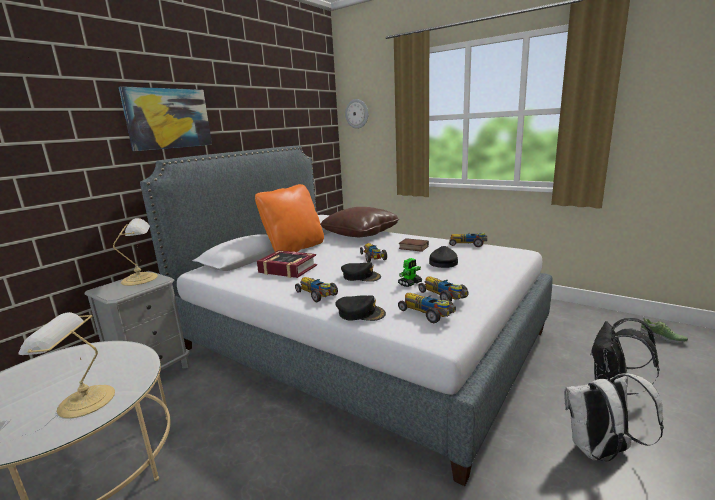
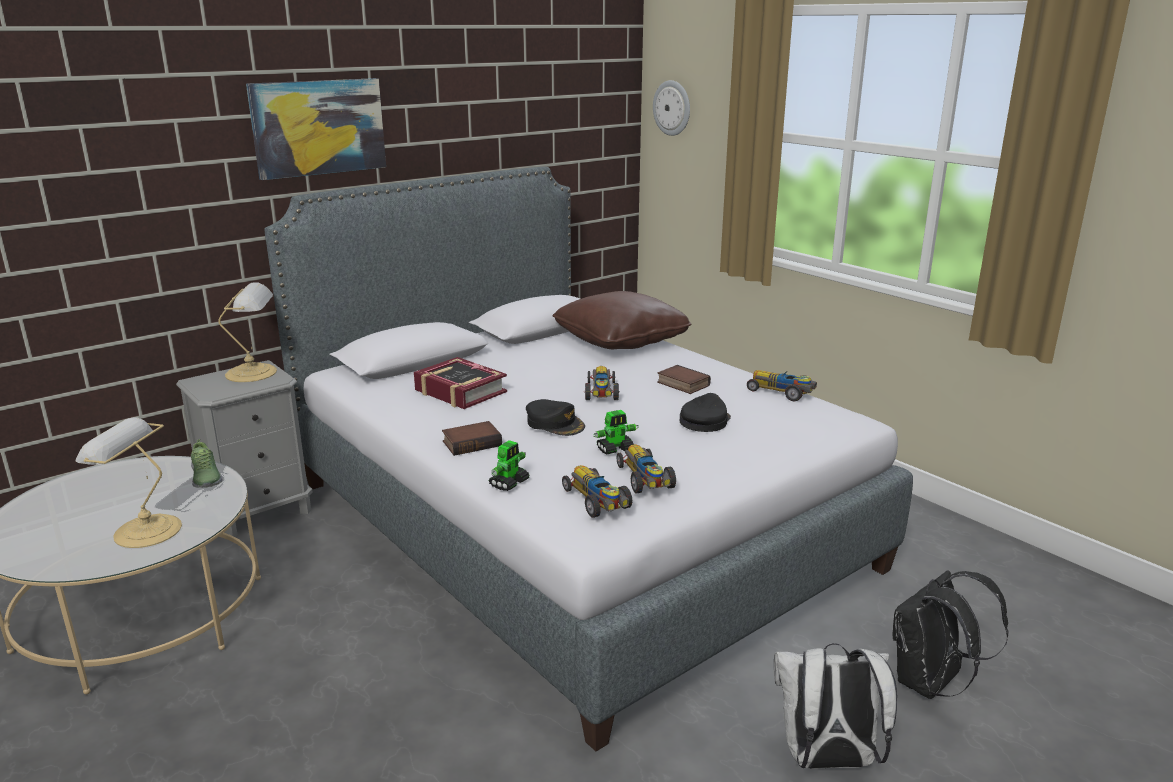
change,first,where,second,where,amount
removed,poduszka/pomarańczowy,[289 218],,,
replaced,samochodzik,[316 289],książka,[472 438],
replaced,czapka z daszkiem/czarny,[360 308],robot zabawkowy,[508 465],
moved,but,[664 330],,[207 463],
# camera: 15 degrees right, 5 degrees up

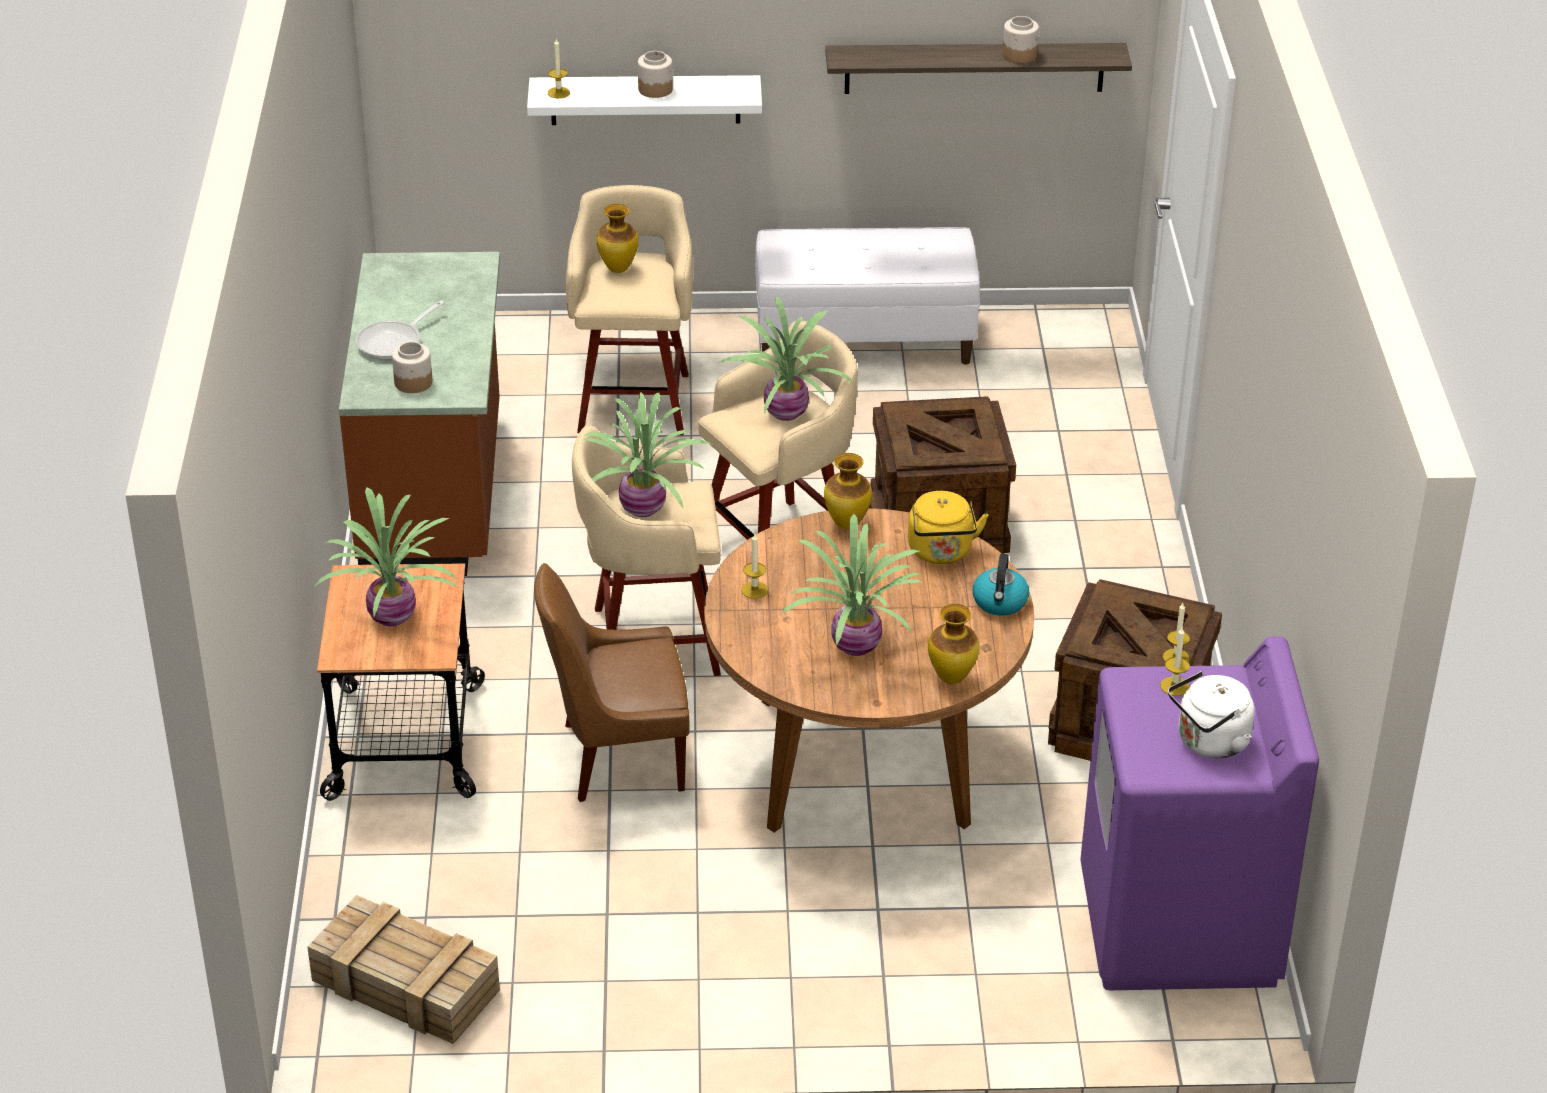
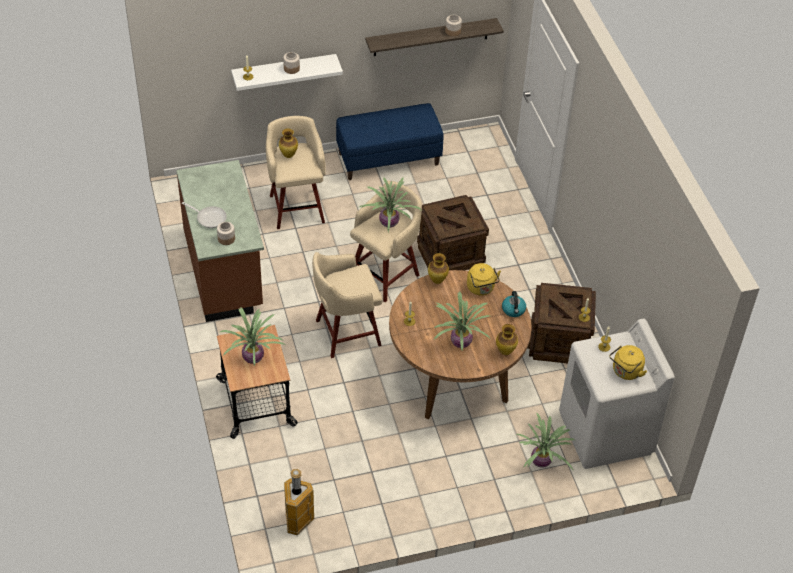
change,first,where,second,where,amount
recoloured,ławka/biały,[867 295],ławka/niebieski,[390 141],
turned,patelnia,[400 330],,[204 215],90 degrees counterclockwise
moved,roślina doniczkowa,[647 454],,[545 441],
removed,krzesło/brązowy,[612 682],,,
recoloured,pralka/fioletowy,[1199 813],pralka/biały,[617 394],
recoloured,czajnik/biały,[1211 714],czajnik/żółty,[628 362],
replaced,skrzynka,[403 969],kosz na śmieci,[299 502],
# camera: 15 degrees left, 10 degrees up

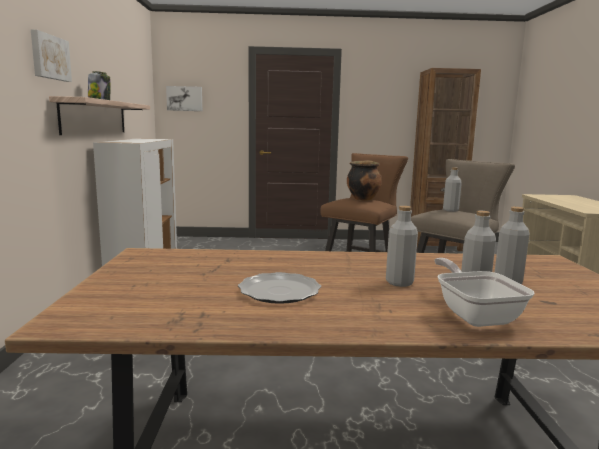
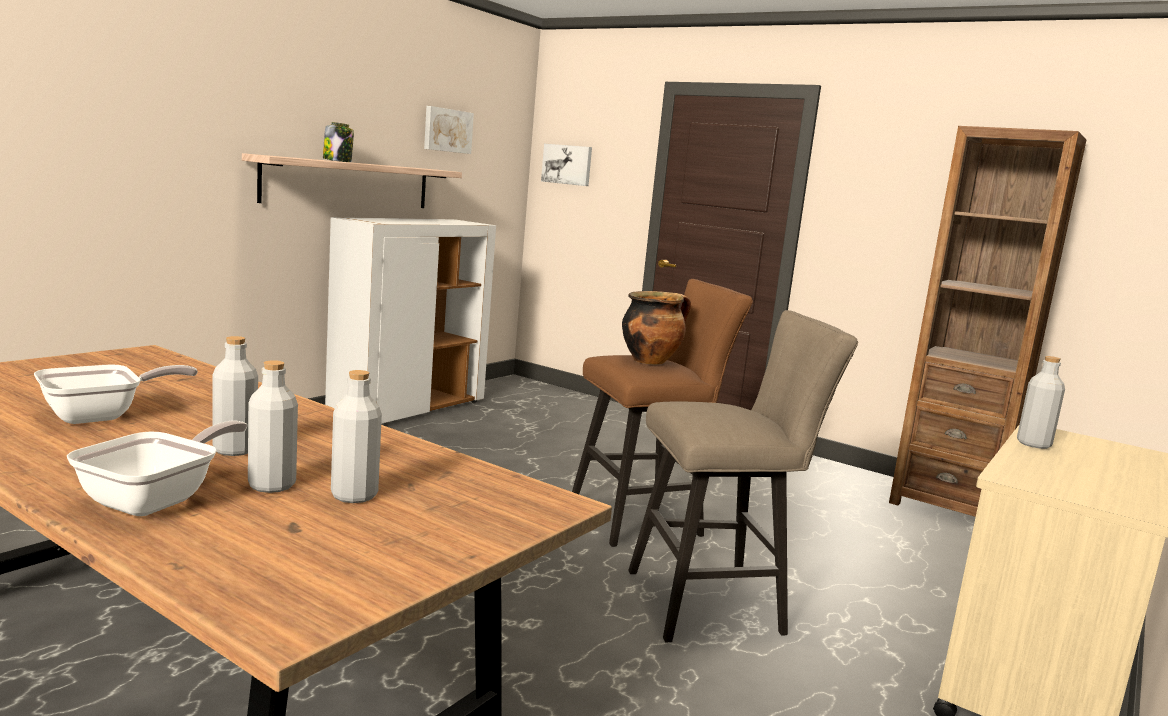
change,first,where,second,where,amount
moved,obraz,[51 56],,[449 130],
moved,butelka/szary,[452 189],,[1041 402],
replaced,talerz,[279 288],patelnia,[116 394],
# camera: 35 degrees right, 0 degrees up

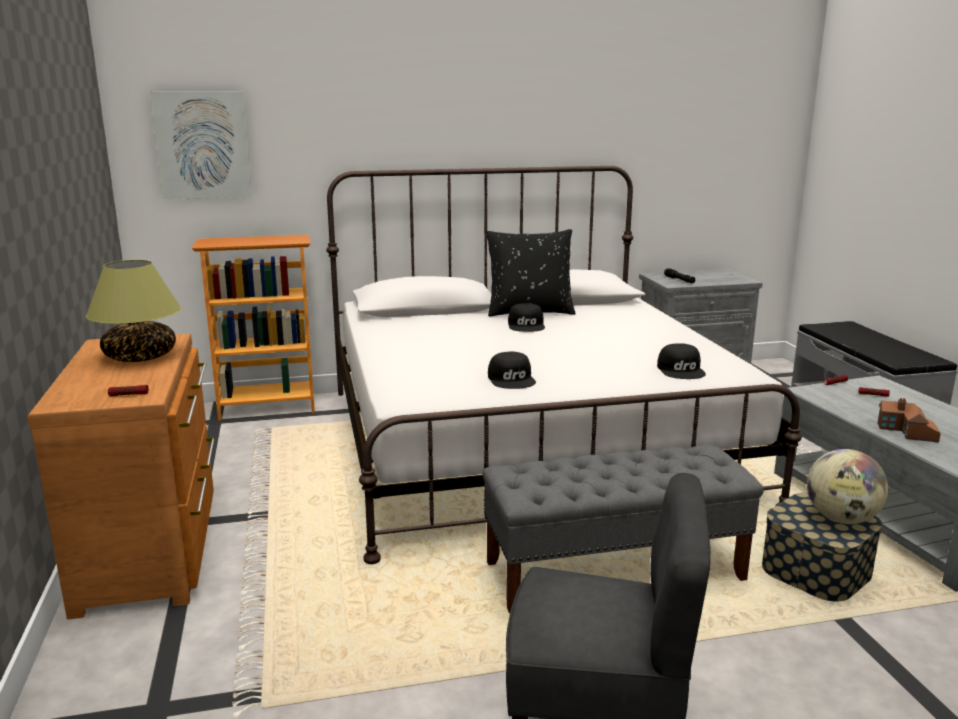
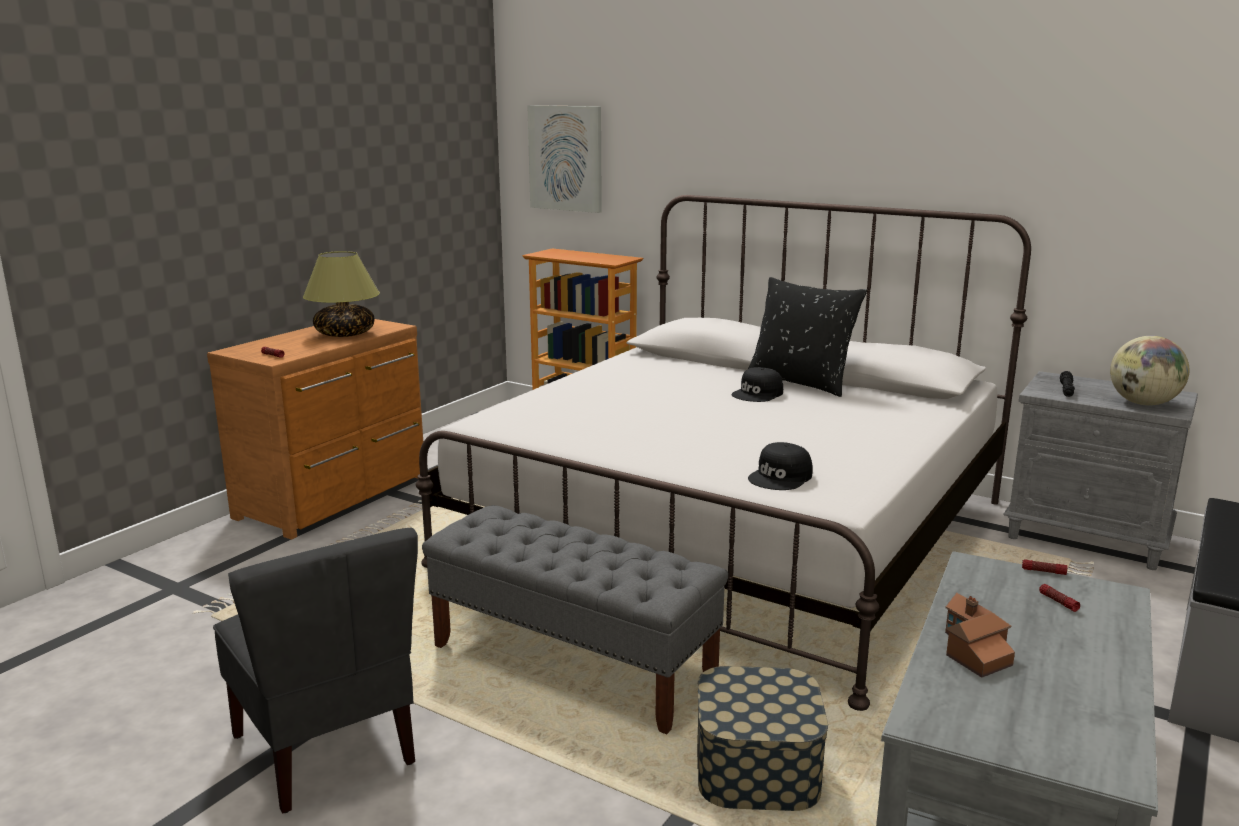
change,first,where,second,where,amount
removed,czapka z daszkiem/czarny,[512 370],,,
moved,globus,[847 486],,[1149 371],
# camera: 45 degrees right, 0 degrees up

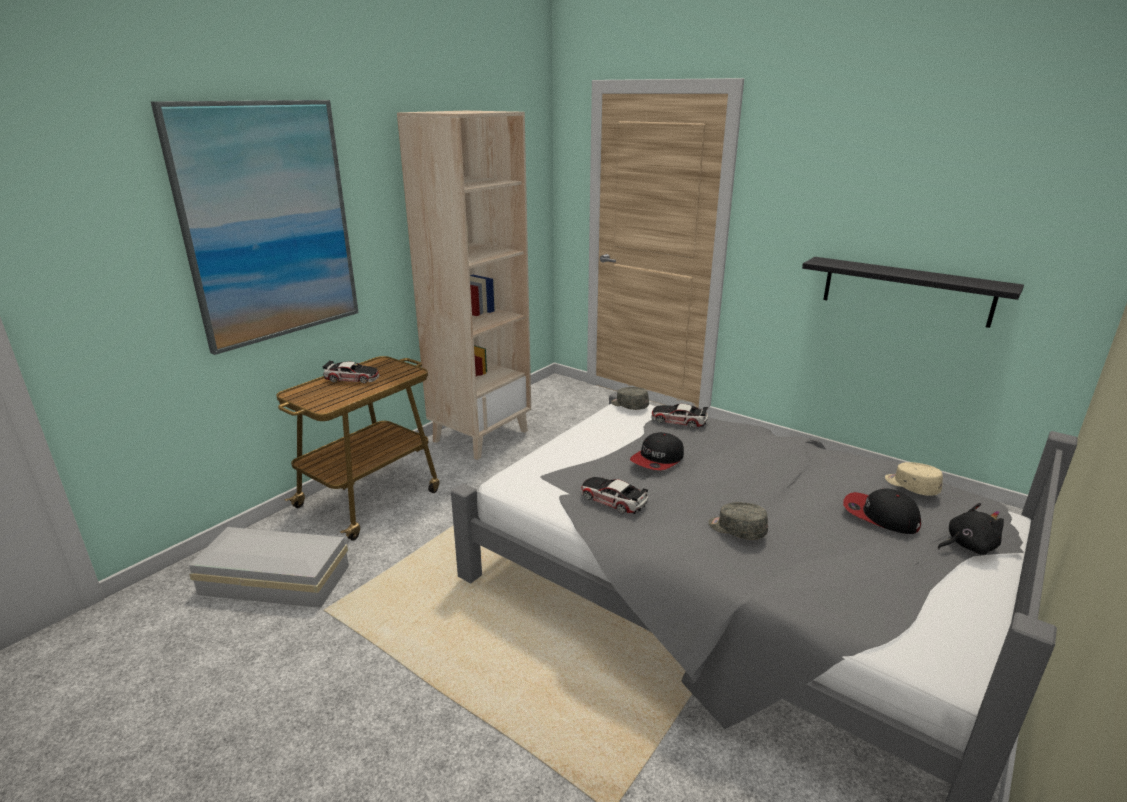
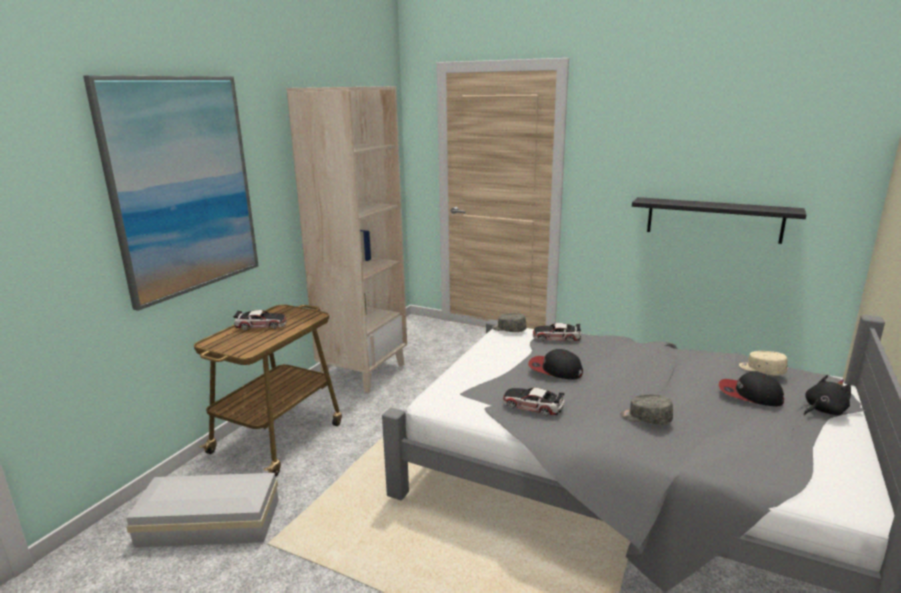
change,first,where,second,where,amount
turned,czapka z daszkiem,[657 451],,[555 364],90 degrees clockwise
# camera: 10 degrees left, 5 degrees down

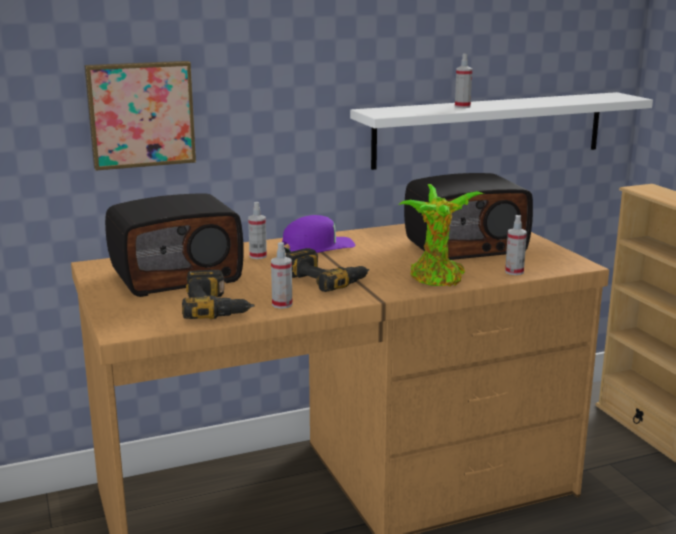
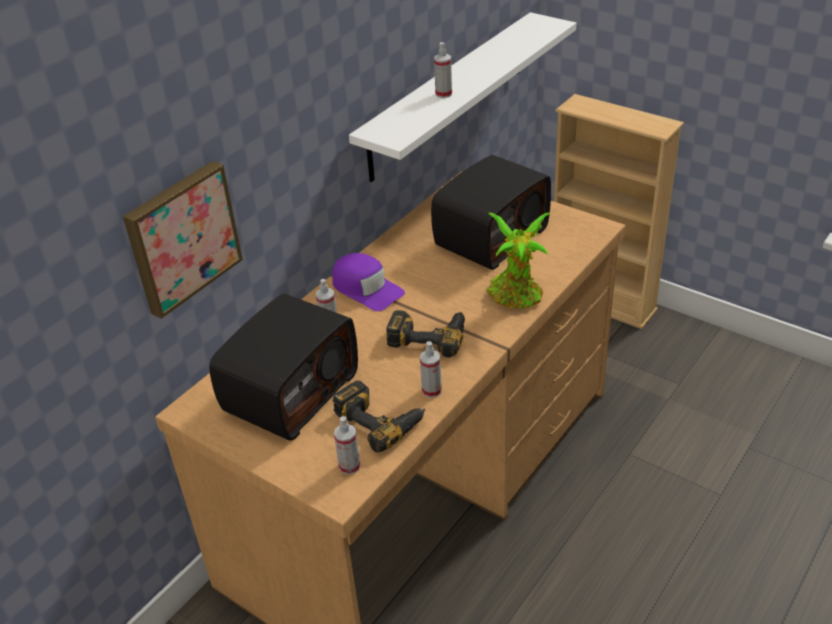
change,first,where,second,where,amount
turned,czapka z daszkiem/fioletowy,[318 234],,[368 282],105 degrees clockwise
moved,spryskiwacz,[516 245],,[347 445],
# camera: 30 degrees left, 20 degrees up

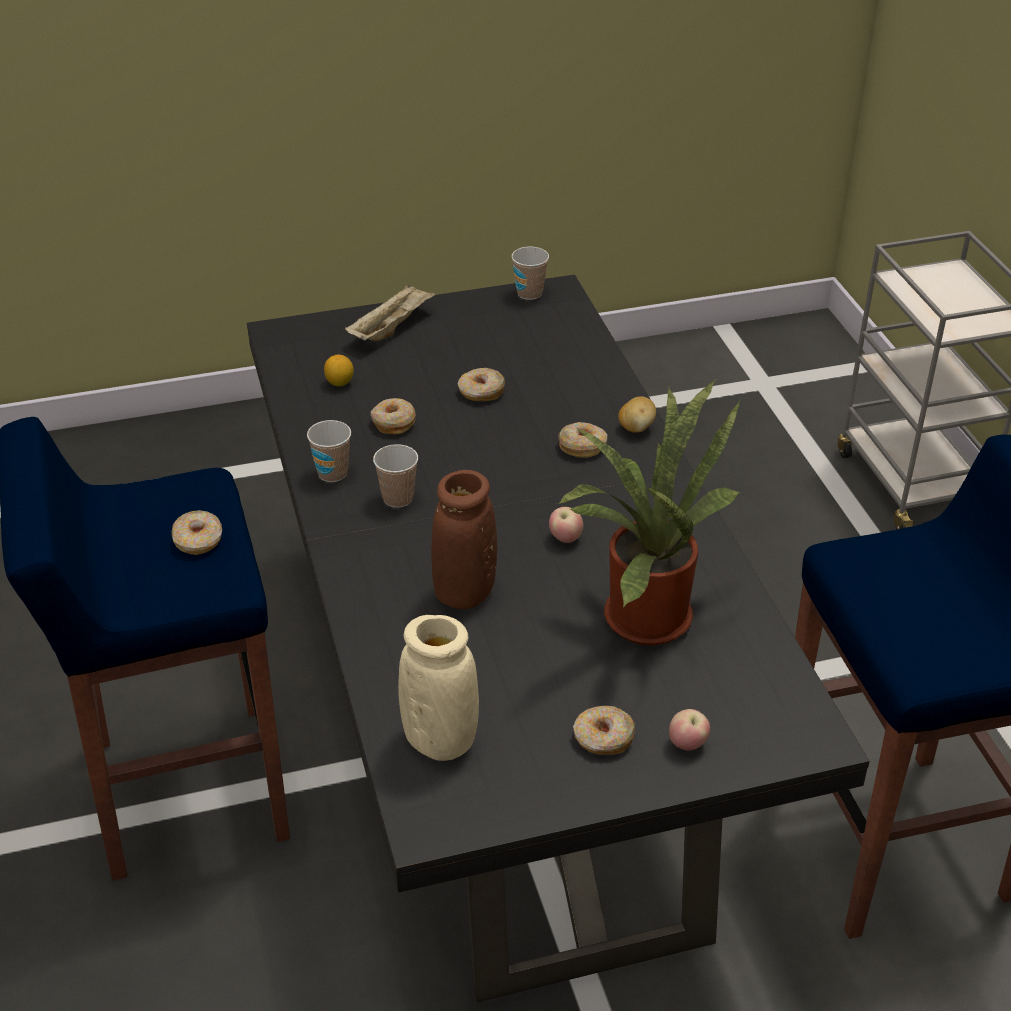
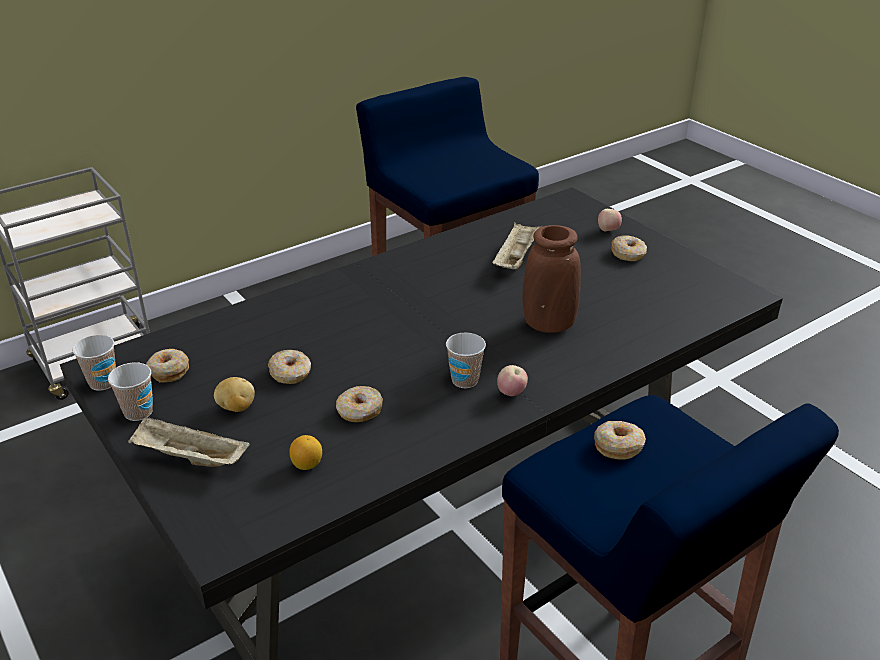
change,first,where,second,where,amount
replaced,roślina doniczkowa,[649 512],taca/beżowy,[516 246],
moved,ziemniak,[637 414],,[234 394],
moved,filiżanka,[329 451],,[130 391],
moved,donut,[583 440],,[167 365],
moved,jabłko,[566 525],,[512 380],
removed,wazon/beżowy,[438 688],,,
# camera: 110 degrees left, 5 degrees down

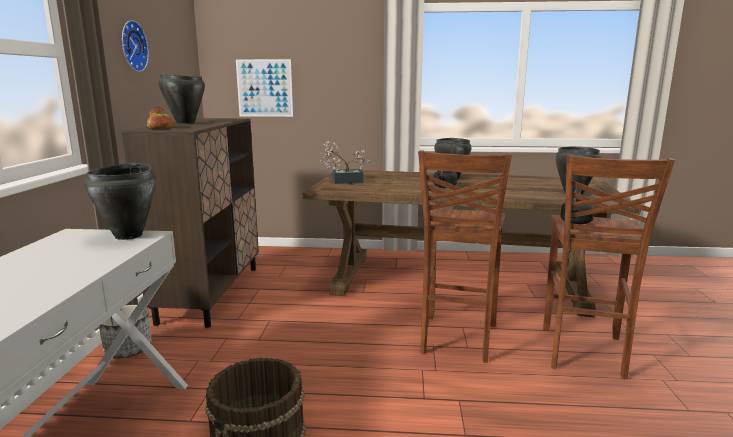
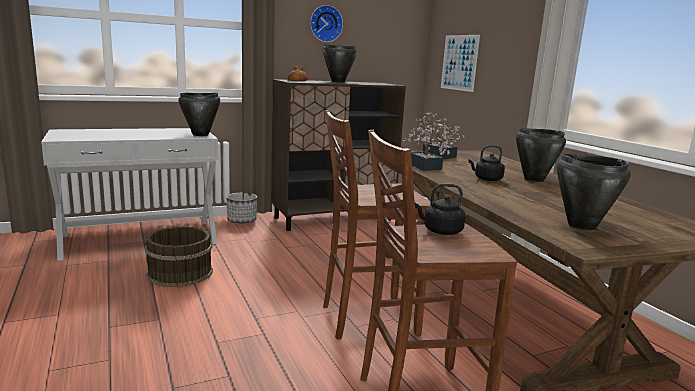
change,first,where,second,where,amount
added,,,roślina doniczkowa,[430 147],
# camera: 60 degrees right, 0 degrees up

